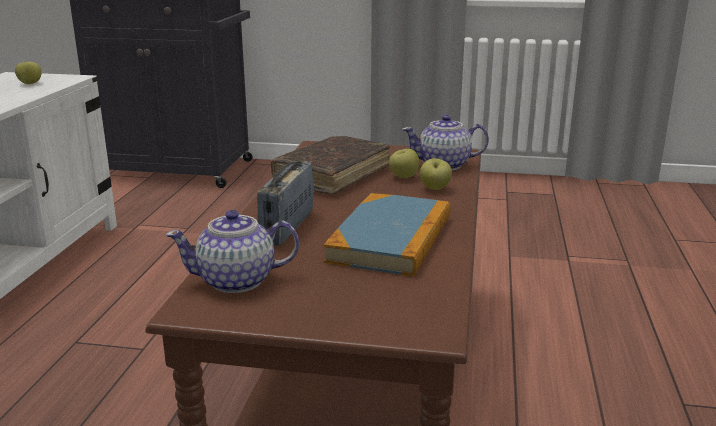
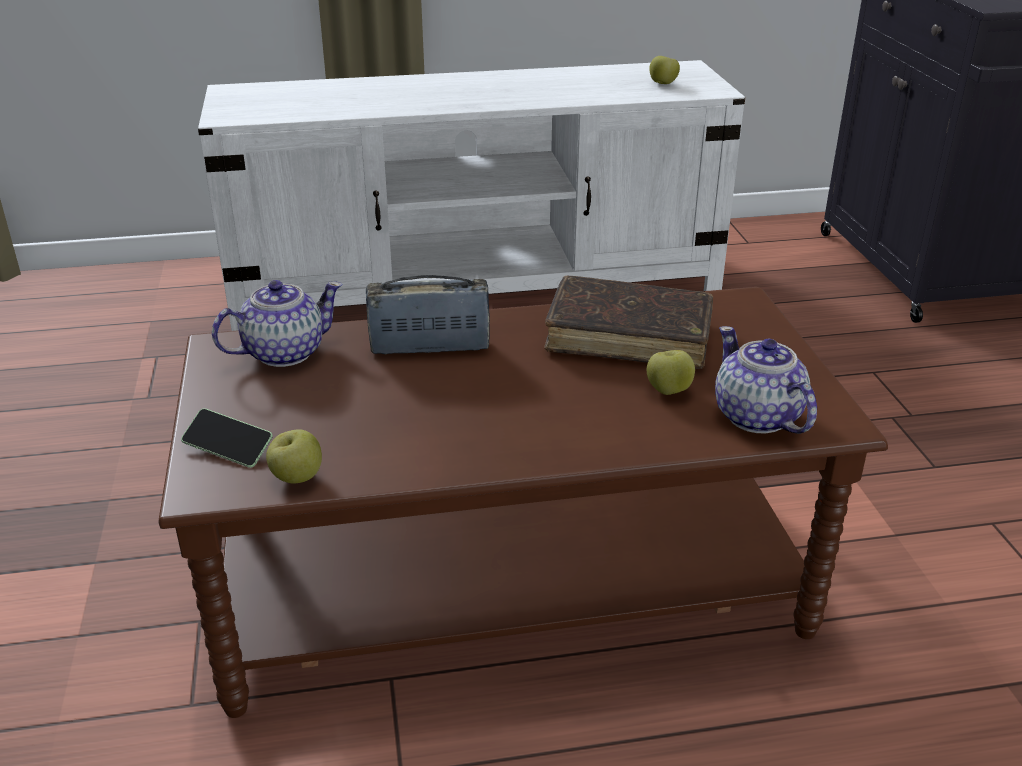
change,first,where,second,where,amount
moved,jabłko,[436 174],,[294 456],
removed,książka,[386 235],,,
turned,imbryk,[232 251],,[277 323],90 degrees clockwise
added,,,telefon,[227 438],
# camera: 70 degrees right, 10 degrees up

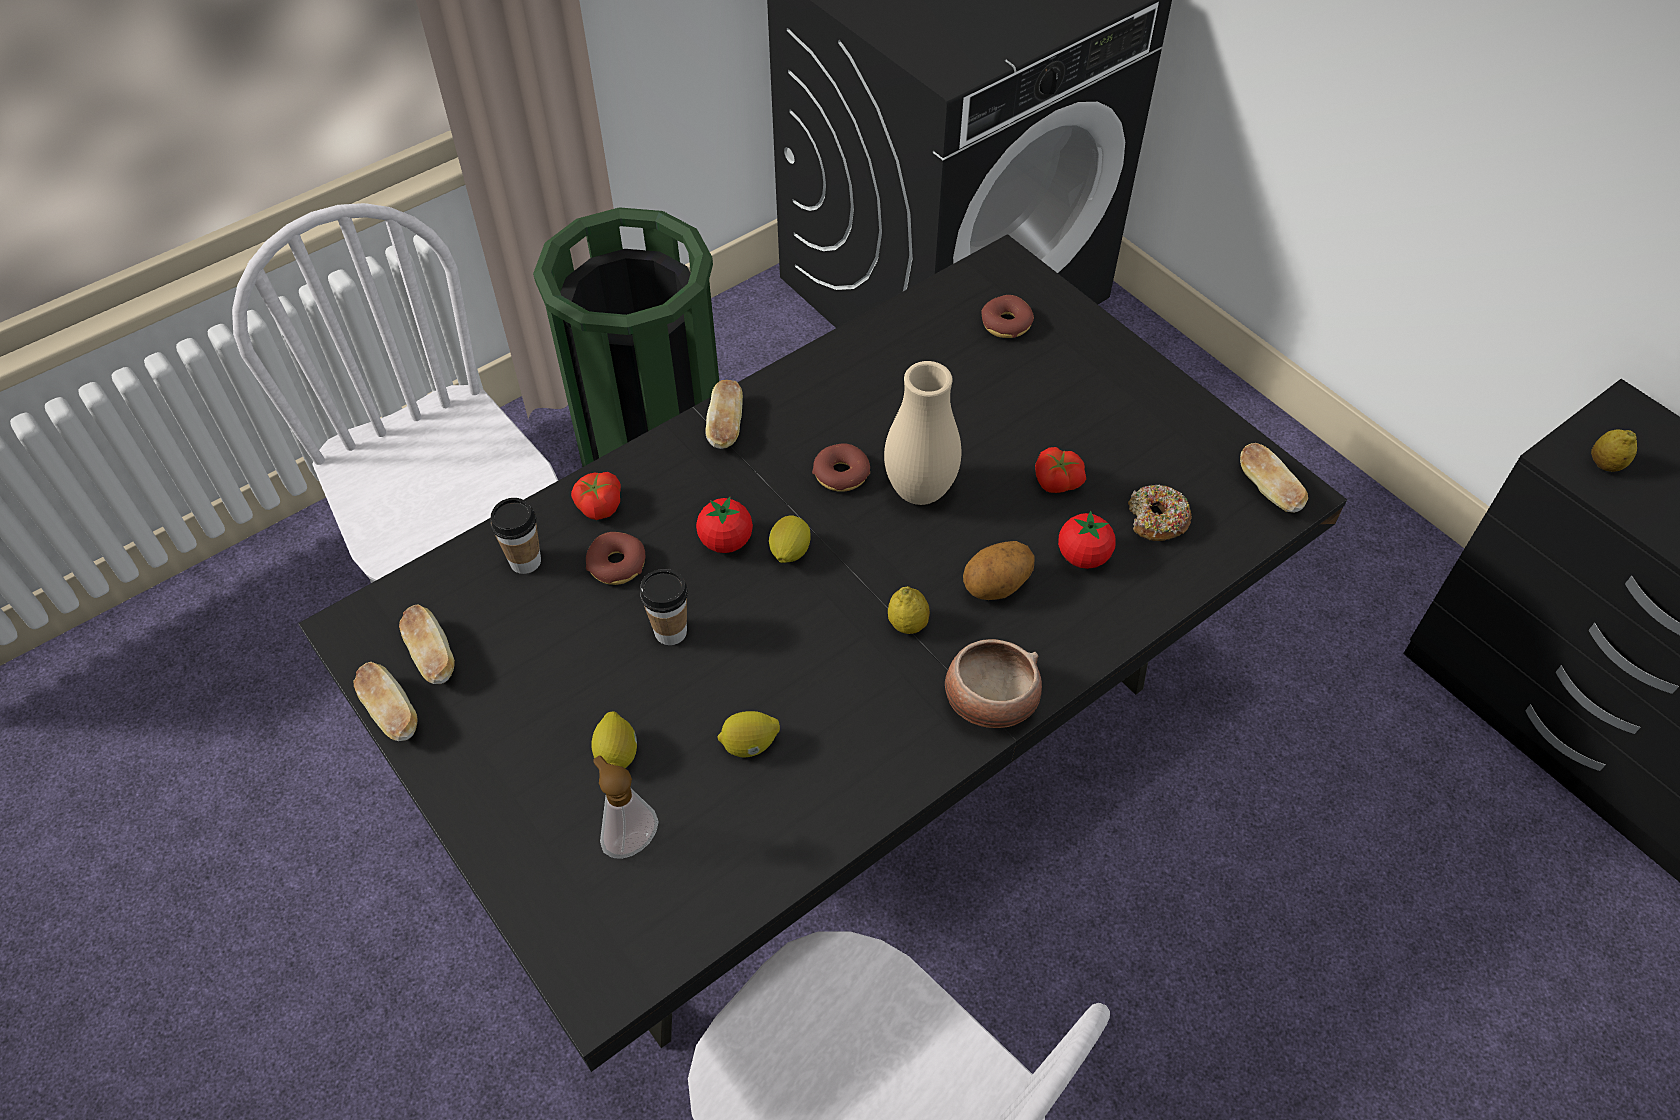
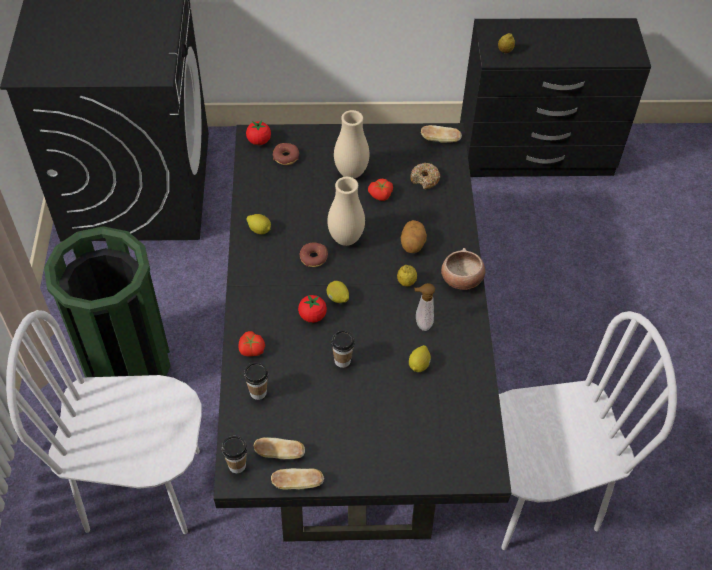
change,first,where,second,where,amount
removed,chleb,[724 414],,,
moved,pomidor,[1087 540],,[258 132],
removed,donut,[615 558],,,
moved,cytryna,[614 739],,[258 224],
moved,dozownik mydła,[626 807],,[424 307],
added,,,wazon/beżowy,[352 144],
added,,,filiżanka,[234 454],
# camera: 55 degrees left, 0 degrees up

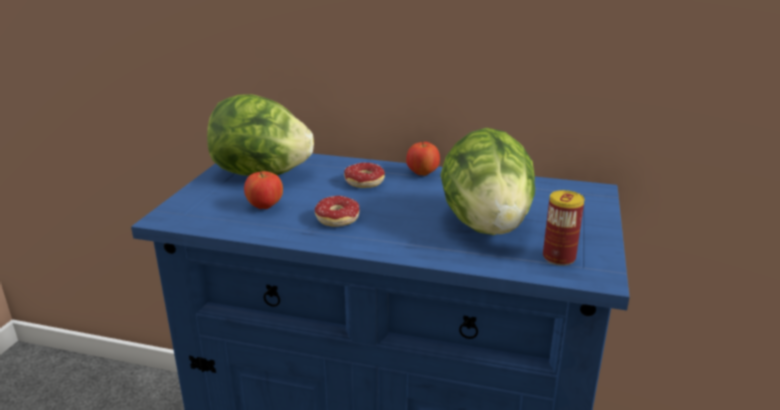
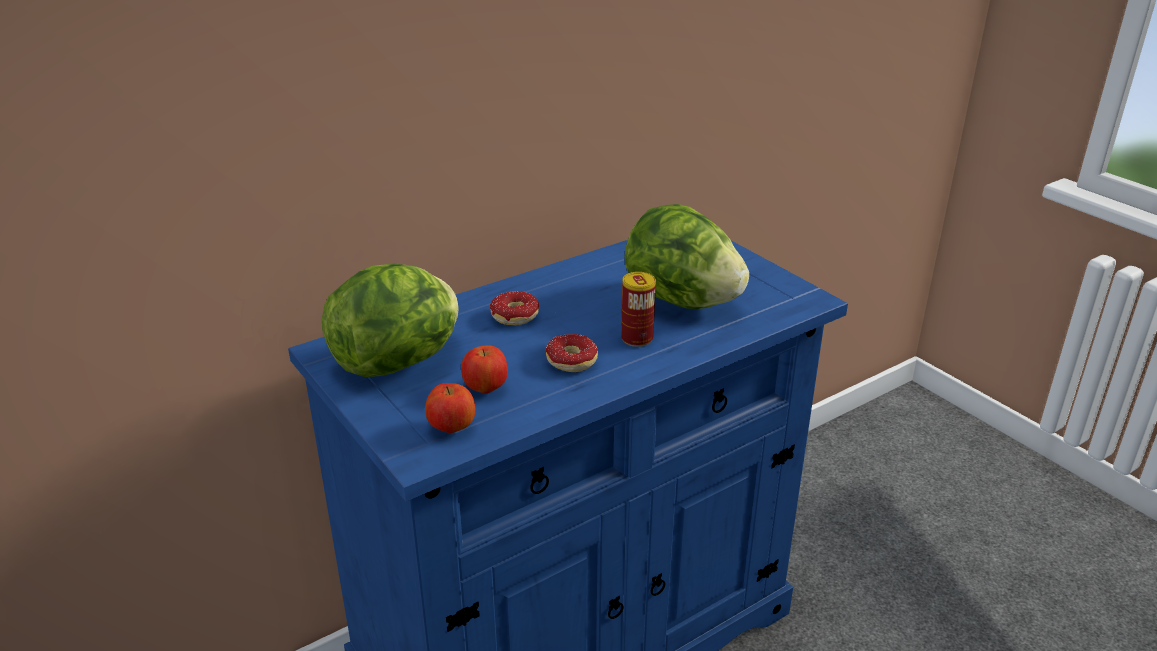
change,first,where,second,where,amount
moved,jabłko,[423 158],,[450 408],
moved,puszka,[564 228],,[638 309],
# camera: 50 degrees left, 5 degrees up

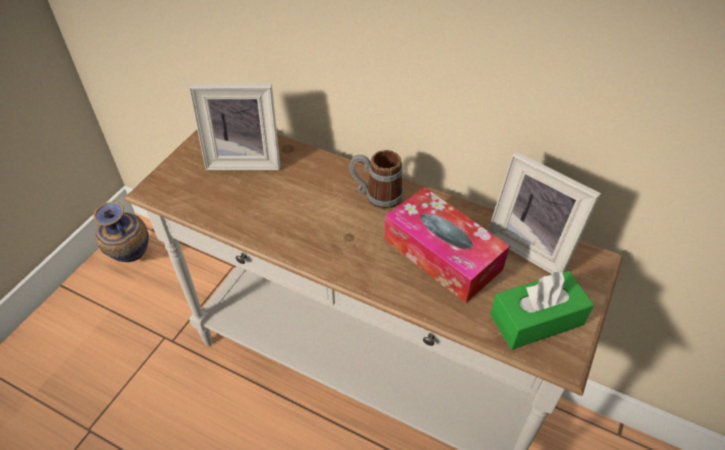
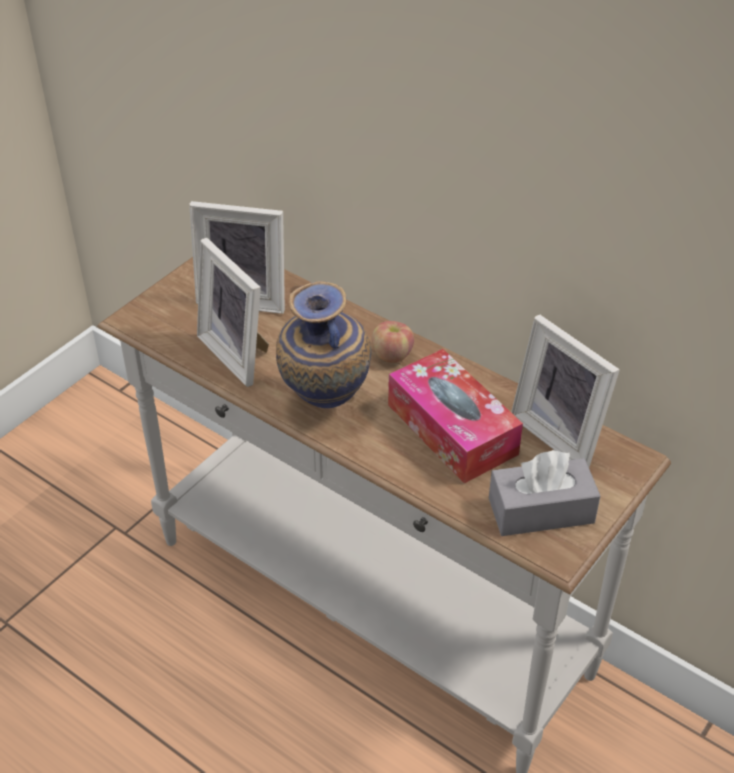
change,first,where,second,where,amount
replaced,kubek,[376 179],jabłko,[393 342],
moved,wazon,[121 232],,[323 344],
recoloured,pudełko chusteczek/zielony,[542 310],pudełko chusteczek/szary,[544 493],
added,,,ramka na zdjęcie,[233 312],
# camera: 10 degrees right, 5 degrees down

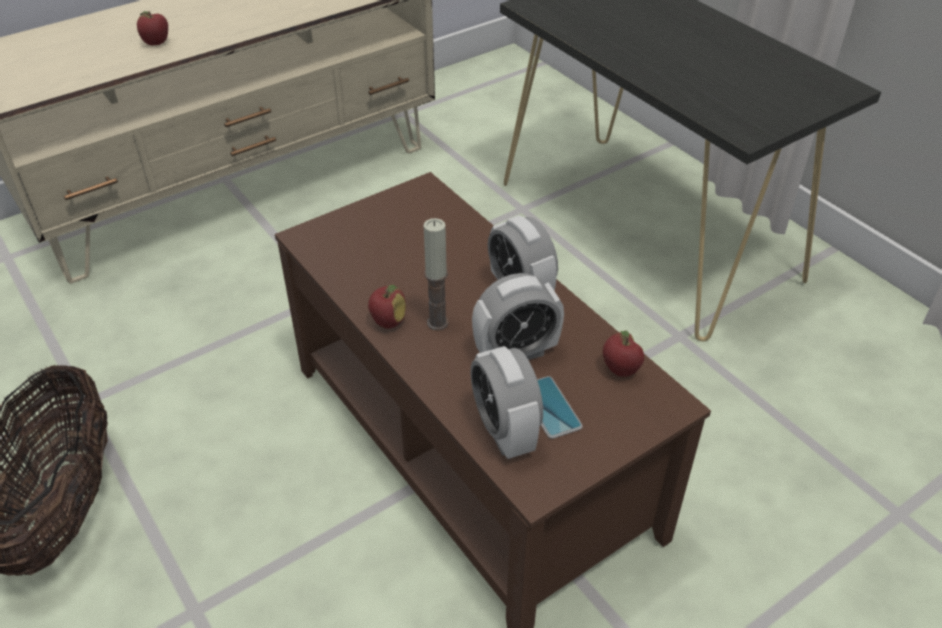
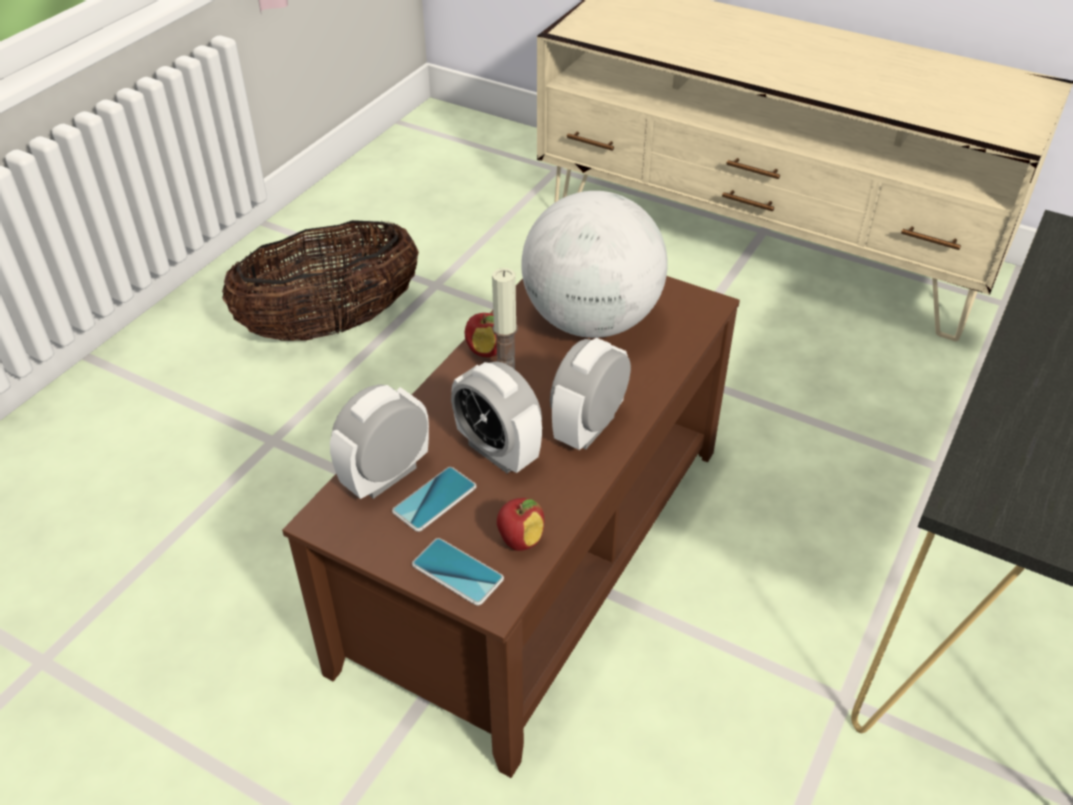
change,first,where,second,where,amount
removed,jabłko,[152 28],,,
added,,,globus,[594 264],
added,,,telefon,[458 572],
# camera: 65 degrees right, 0 degrees up

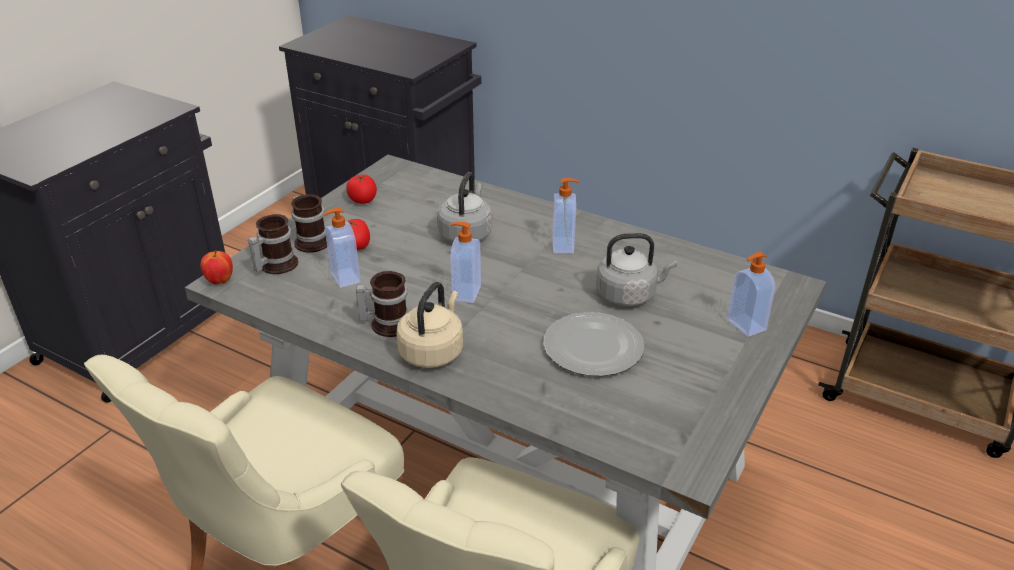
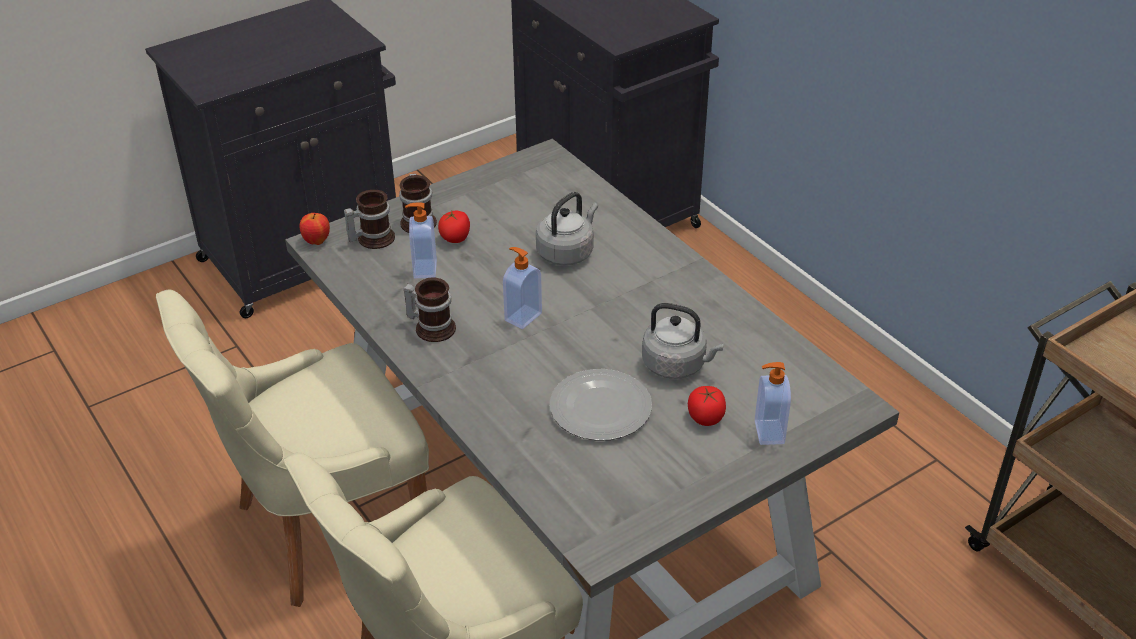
change,first,where,second,where,amount
moved,pomidor,[361 189],,[707 406],
removed,dozownik mydła,[565 215],,,
removed,czajnik/beżowy,[430 325],,,
# camera: 25 degrees right, 5 degrees up

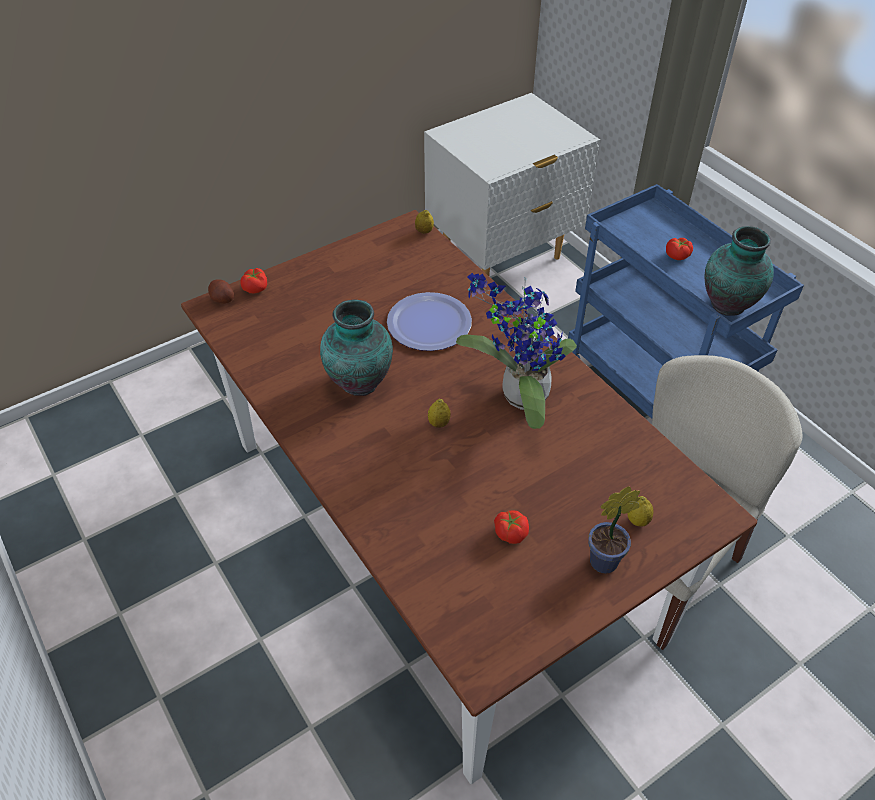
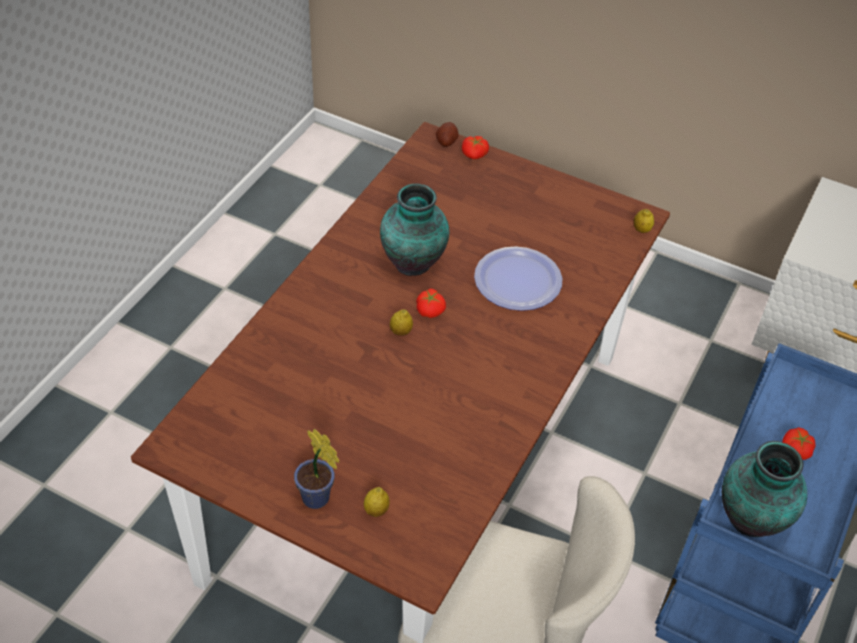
change,first,where,second,where,amount
removed,roślina doniczkowa,[516 351],,,
moved,pomidor,[511 527],,[431 303],
# camera: 60 degrees right, 0 degrees up

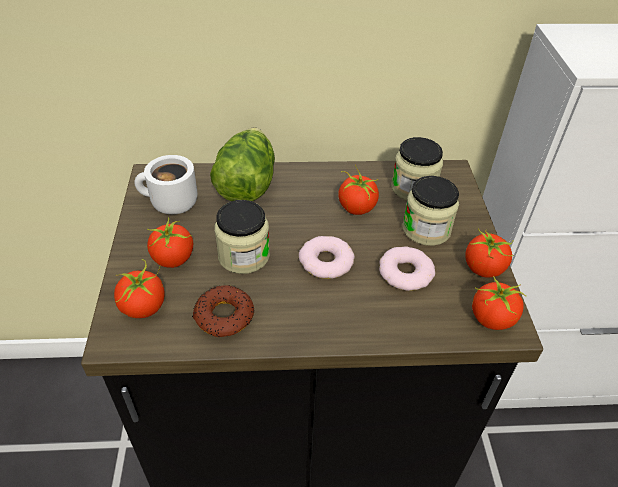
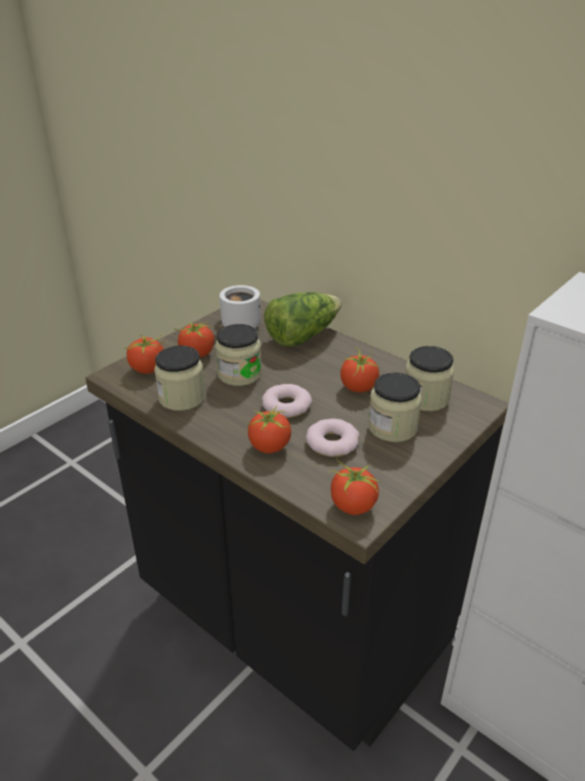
change,first,where,second,where,amount
moved,pomidor,[489 253],,[269 429],
replaced,donut,[223 311],słoik,[179 378],
# camera: 45 degrees right, 10 degrees down

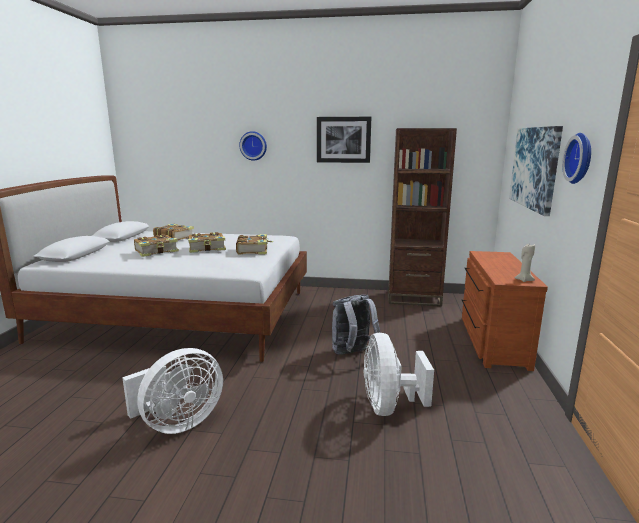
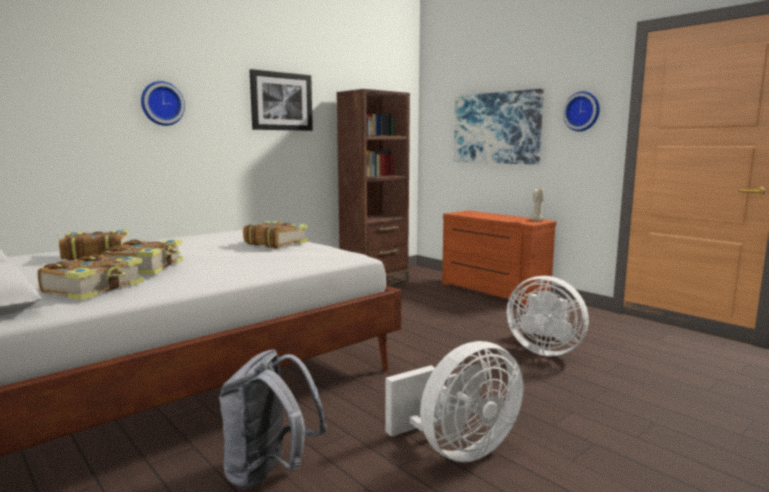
change,first,where,second,where,amount
moved,książka,[207 242],,[90 277],
moved,plecak/szary,[356 325],,[273 419],
turned,wentylator/biały,[172 391],,[454 401],60 degrees clockwise
# camera: 50 degrees left, 5 degrees down

